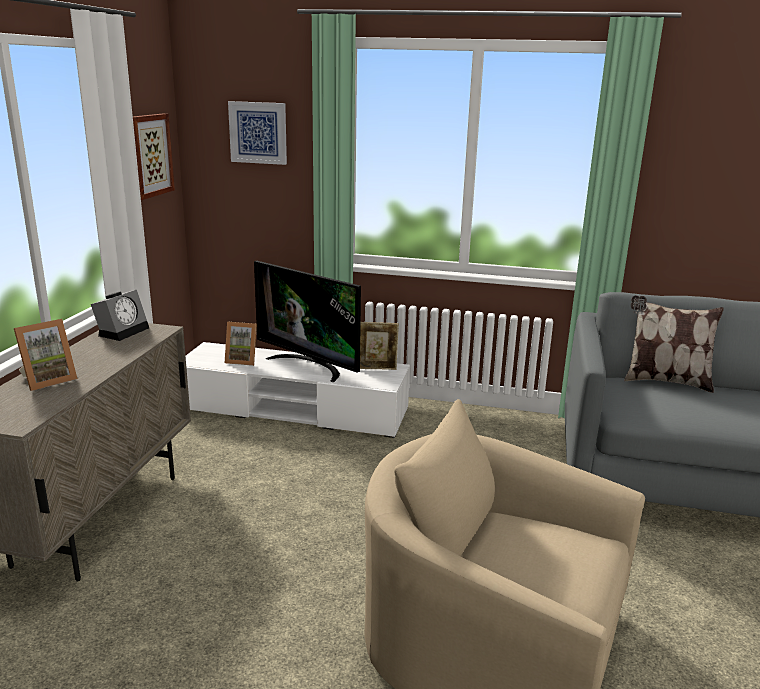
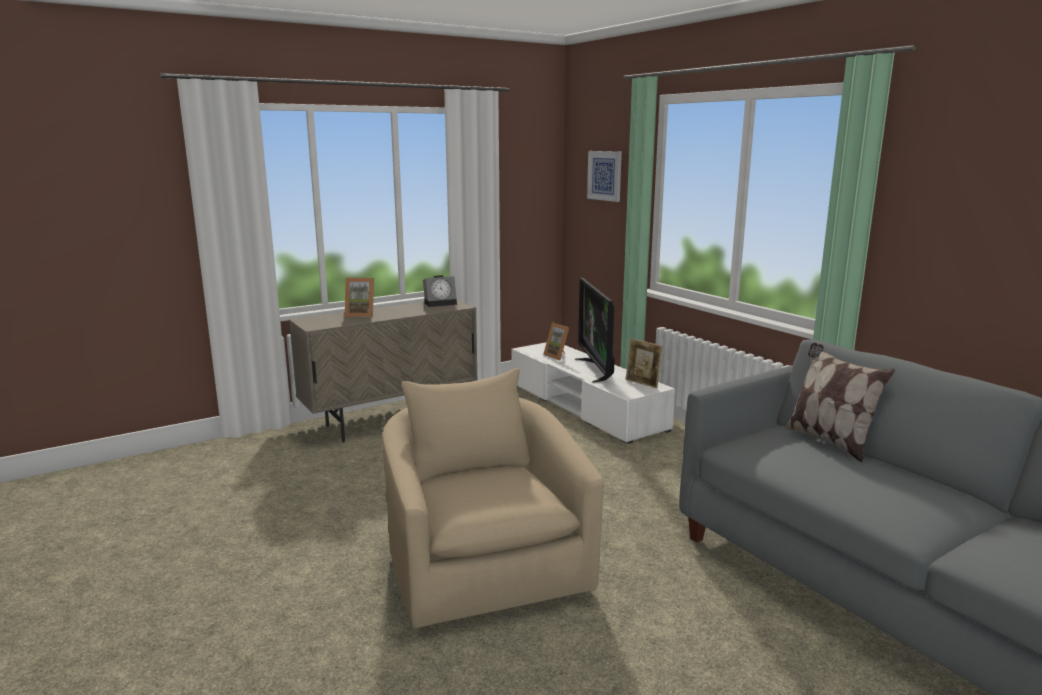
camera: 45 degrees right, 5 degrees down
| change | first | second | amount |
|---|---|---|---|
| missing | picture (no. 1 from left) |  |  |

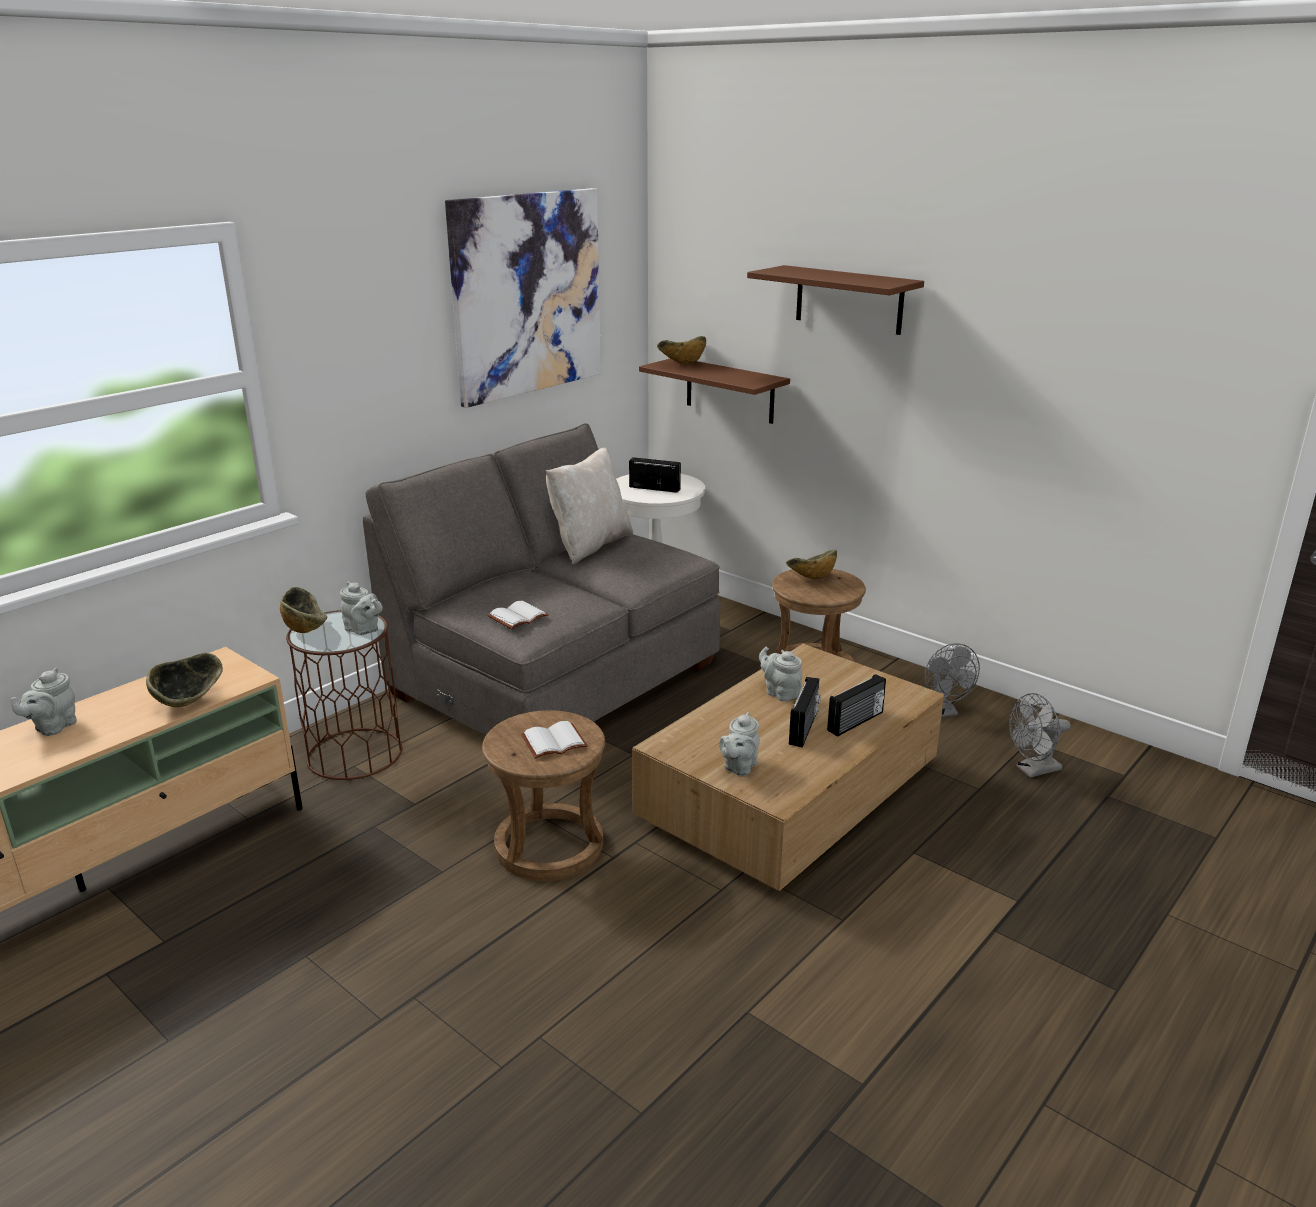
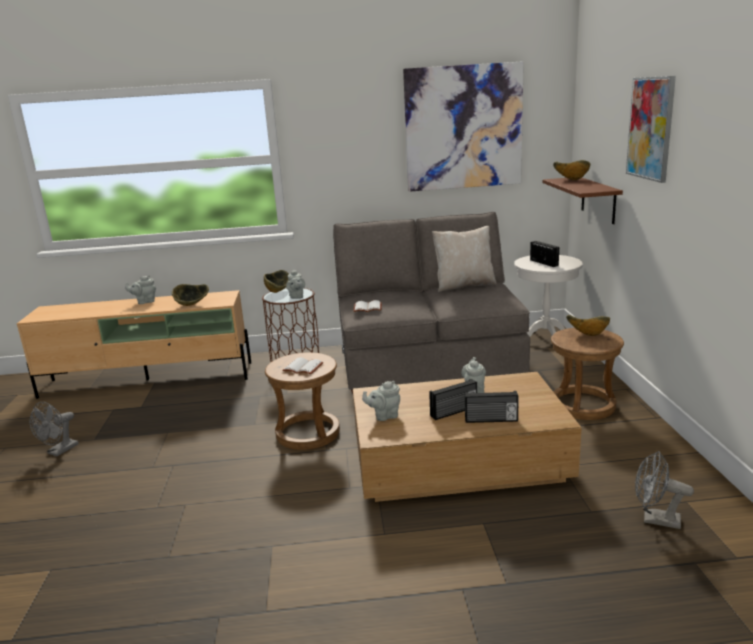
camera: 45 degrees right, 5 degrees down
| change | first | second | amount |
|---|---|---|---|
| relocated | grey fan (no. 1 from left) |  |  |
| exchanged | brown shelf (no. 2 from left) | picture (no. 2 from left) |  |

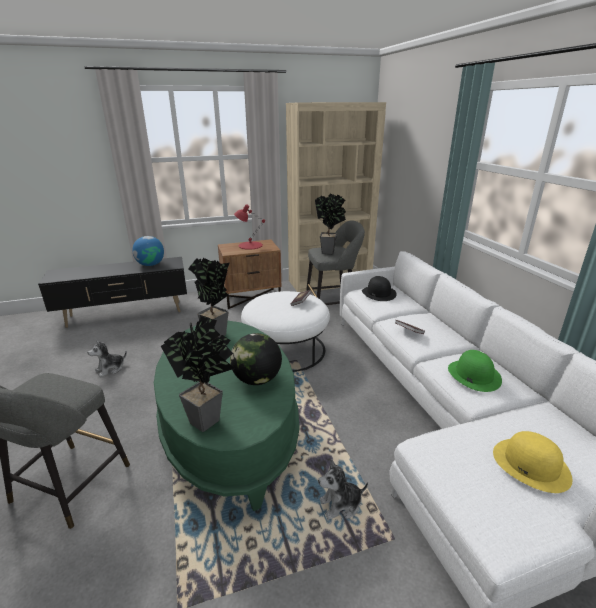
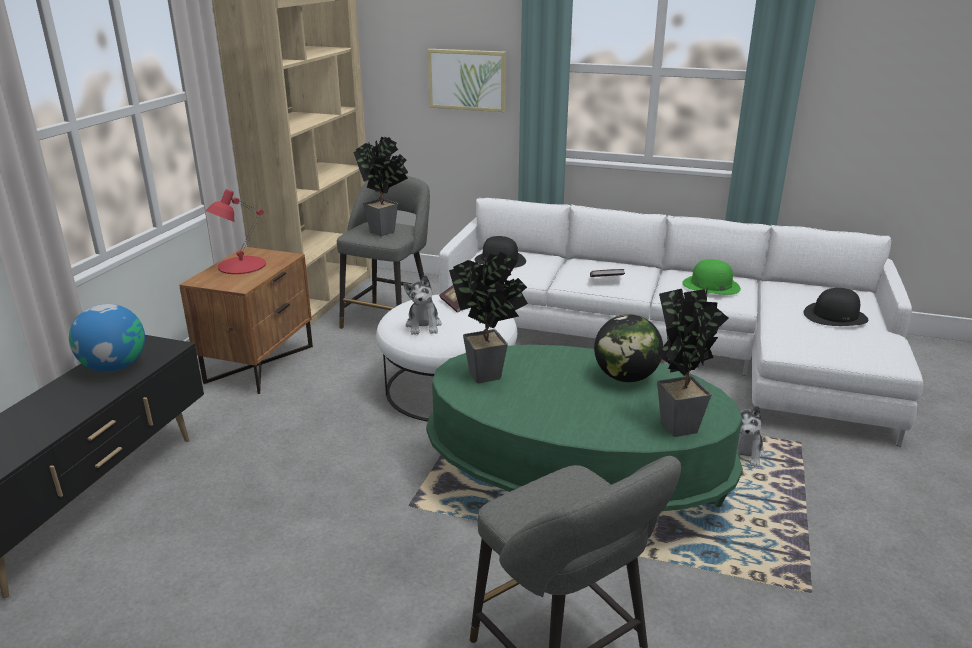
camera: 55 degrees left, 0 degrees up
| change | first | second | amount |
|---|---|---|---|
| relocated | plush toy (no. 1 from left) |  |  |
| appeared |  | picture |  |
| colour | yellow hat | black hat (no. 2 from left) |  |

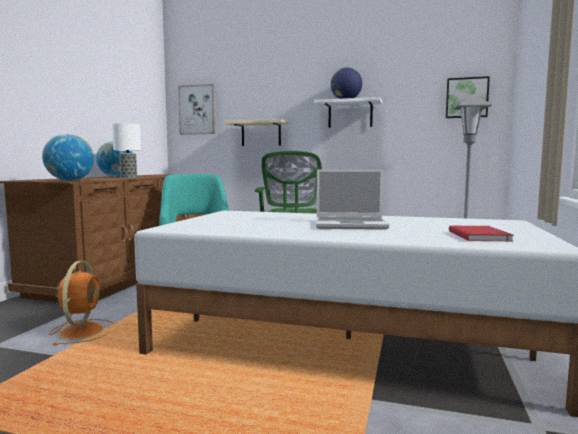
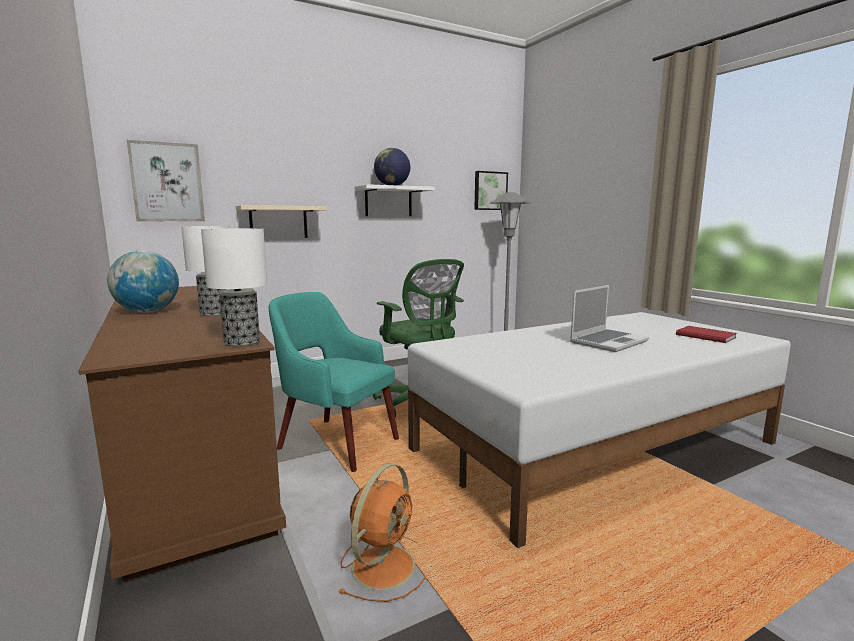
camera: 45 degrees left, 5 degrees up
| change | first | second | amount |
|---|---|---|---|
| exchanged | globe (no. 1 from left) | table lamp (no. 2 from left) |  |
| spun | orange fan |  | 75 degrees clockwise |

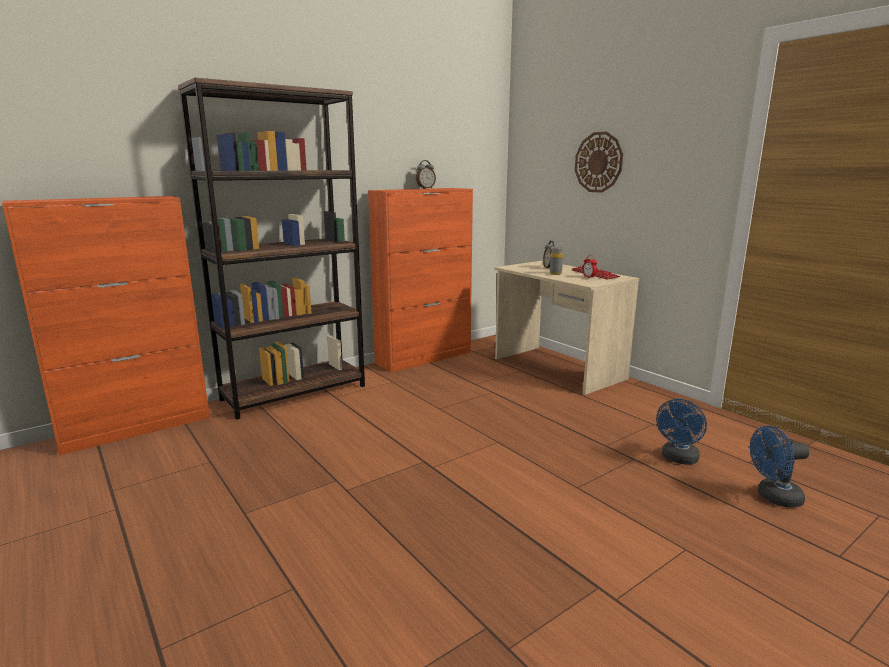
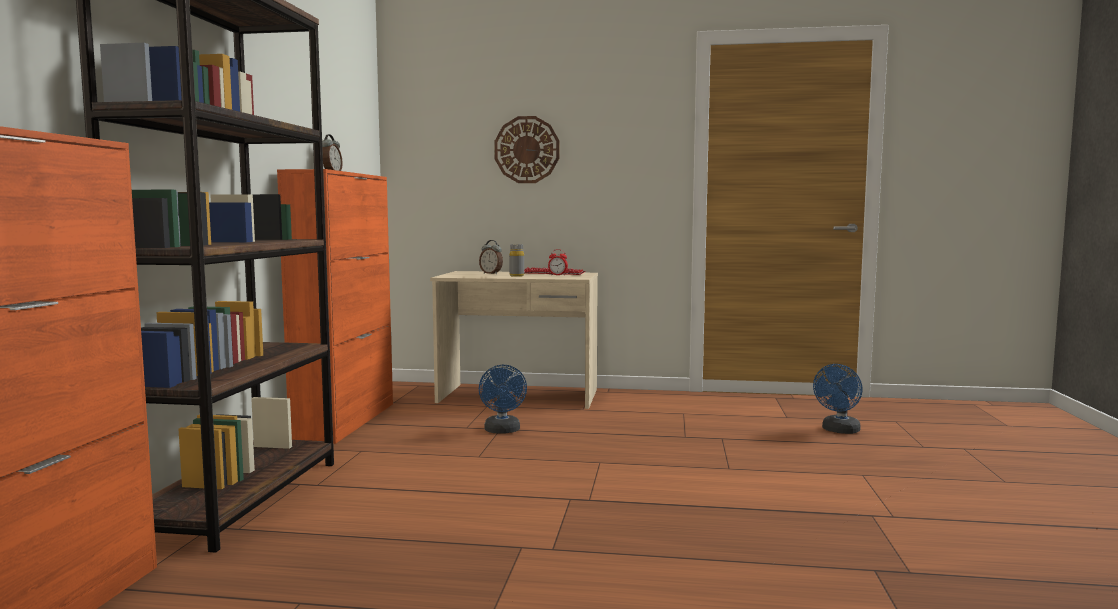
camera: 45 degrees left, 10 degrees down
| change | first | second | amount |
|---|---|---|---|
| relocated | blue fan (no. 1 from left) |  |  |

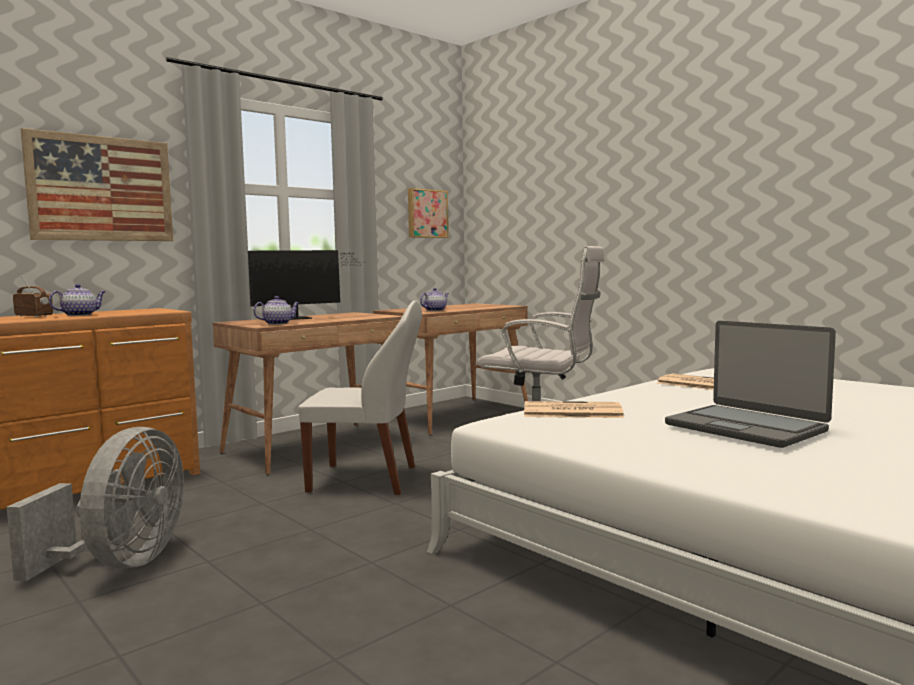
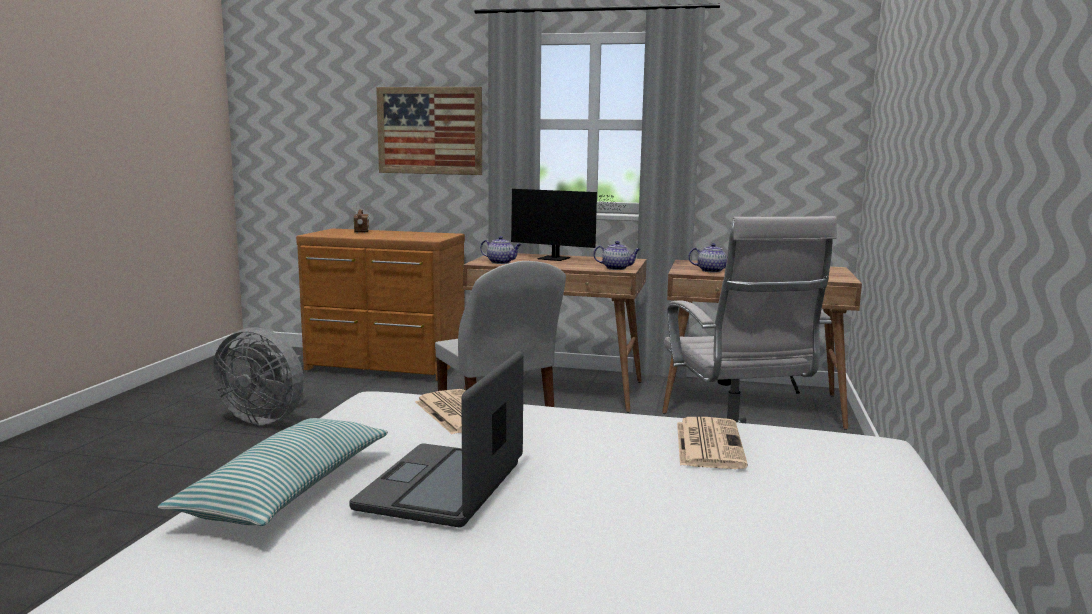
camera: 55 degrees right, 5 degrees up
| change | first | second | amount |
|---|---|---|---|
| appeared |  | pillow |  |
| spun | grey fan |  | 45 degrees clockwise |
| relocated | teapot (no. 1 from left in the first image) | teapot (no. 2 from left) |  |
| missing | picture (no. 2 from left) |  |  |

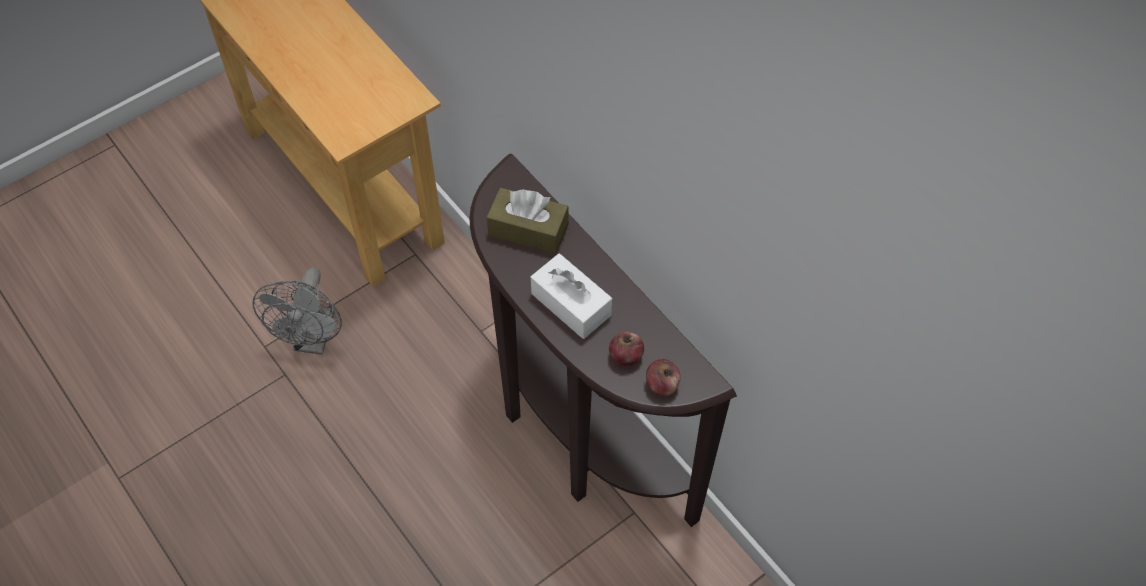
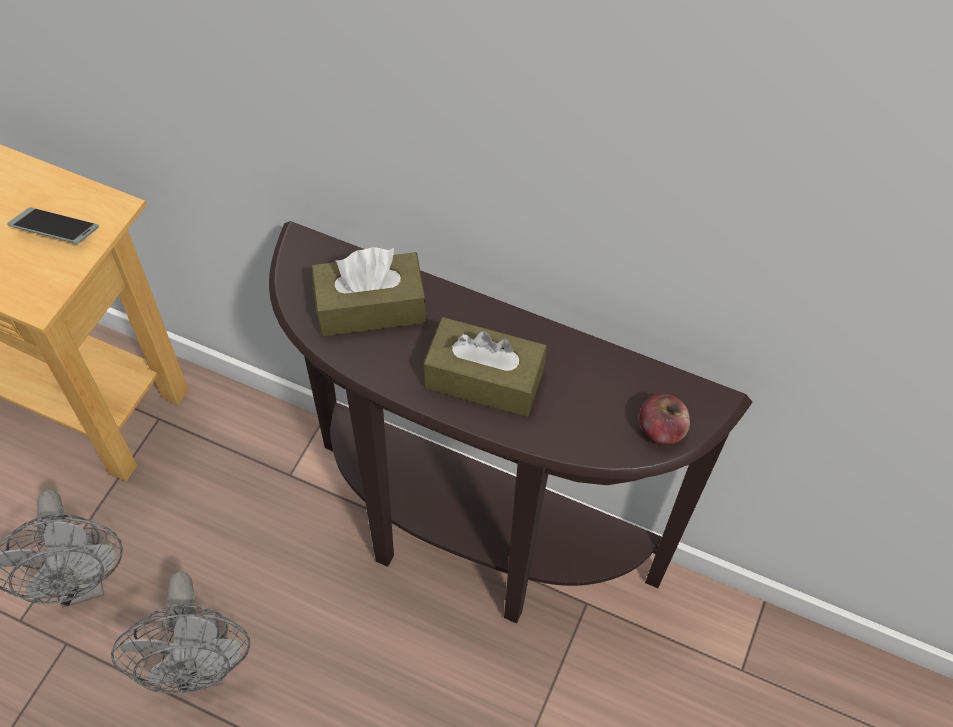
camera: 30 degrees left, 0 degrees up
| change | first | second | amount |
|---|---|---|---|
| appeared |  | phone |  |
| appeared |  | grey fan (no. 2 from left) |  |
| colour | white tissue box | brown tissue box (no. 2 from left) |  |
| missing | apple (no. 1 from left) |  |  |

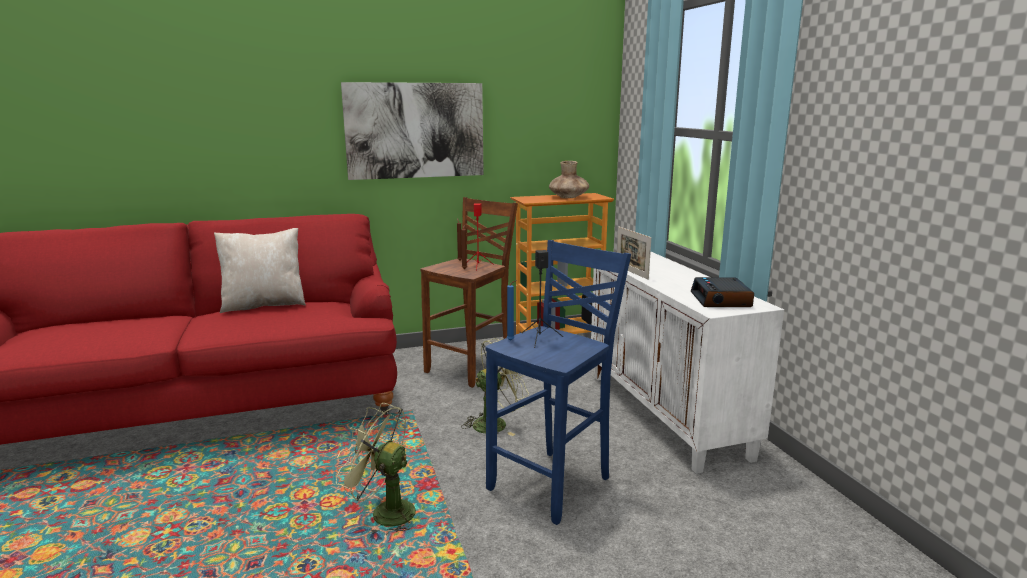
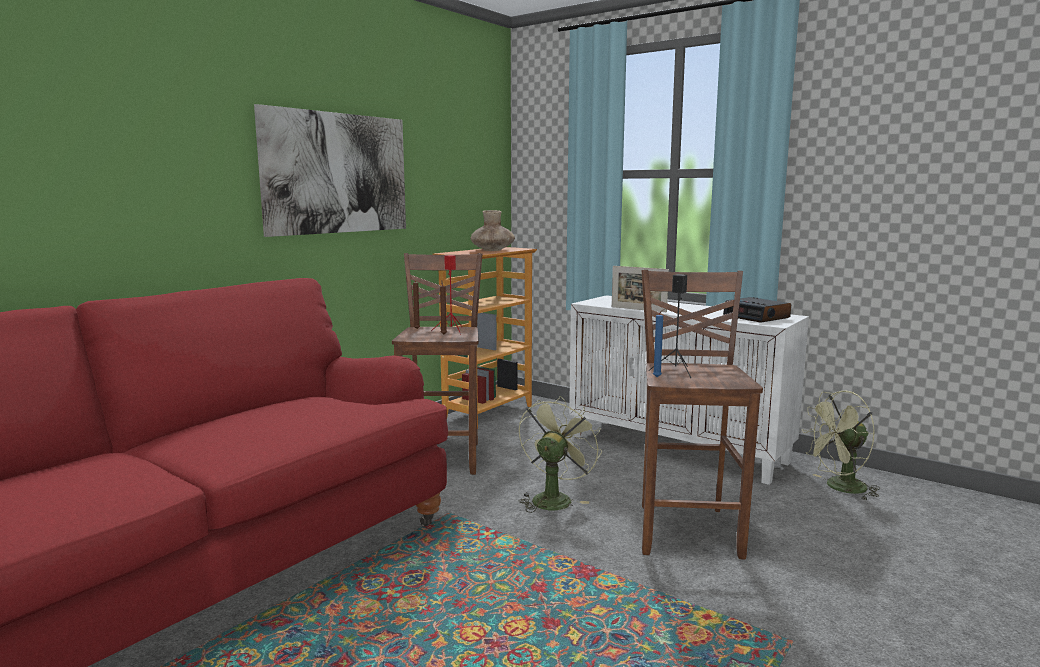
camera: 35 degrees left, 5 degrees down
| change | first | second | amount |
|---|---|---|---|
| colour | blue stool | brown stool (no. 2 from left) |  |
| relocated | green fan (no. 1 from left in the first image) | green fan (no. 2 from left) |  |
| missing | beige pillow |  |  |

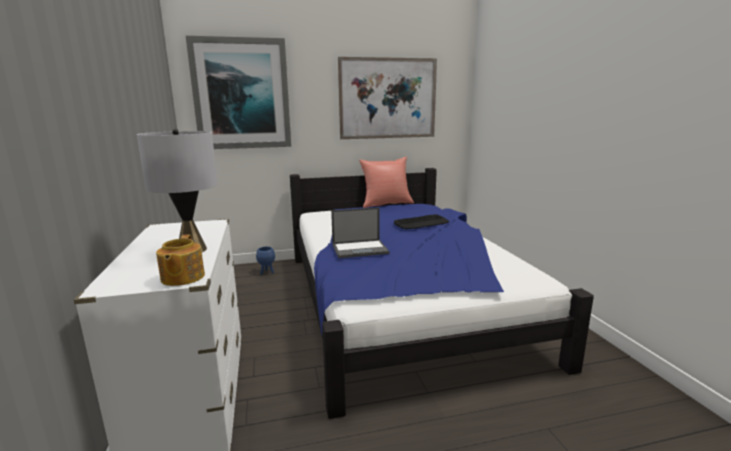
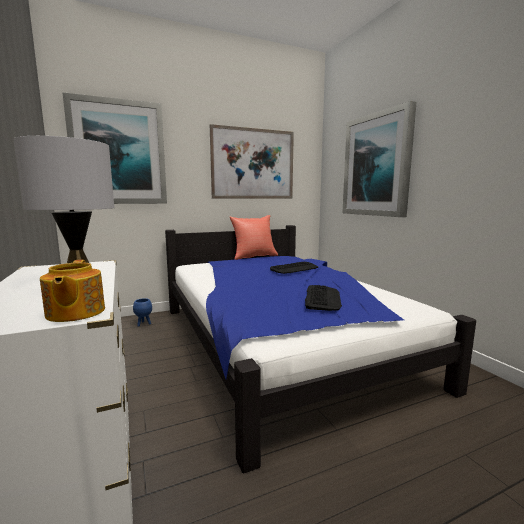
camera: 10 degrees left, 5 degrees down
| change | first | second | amount |
|---|---|---|---|
| appeared |  | keyboard (no. 2 from left) |  |
| appeared |  | picture (no. 3 from left) |  |
| missing | laptop |  |  |

